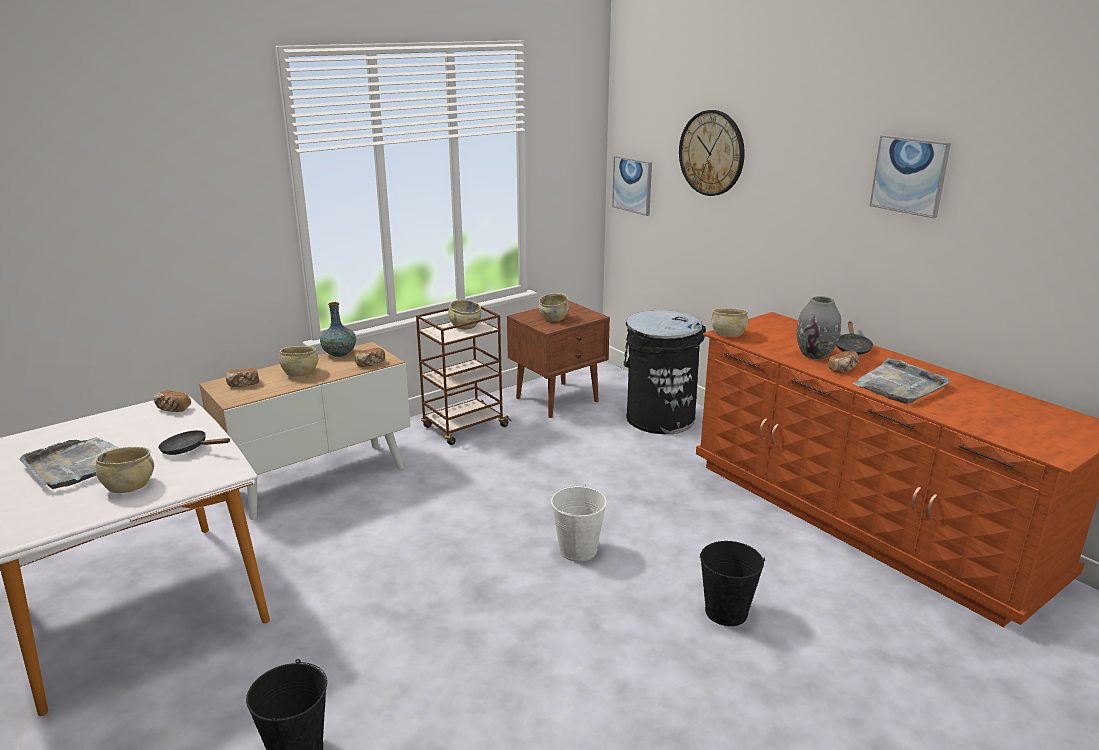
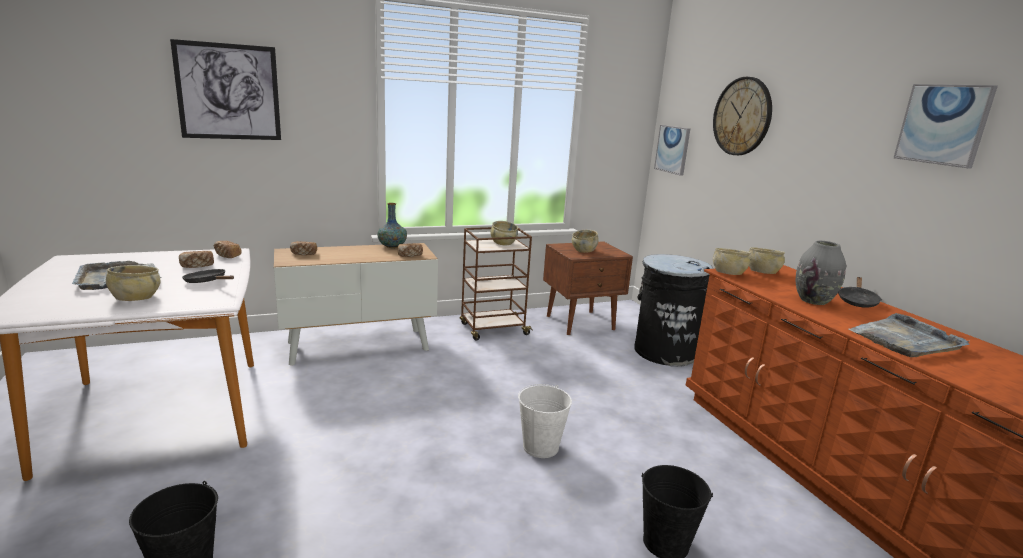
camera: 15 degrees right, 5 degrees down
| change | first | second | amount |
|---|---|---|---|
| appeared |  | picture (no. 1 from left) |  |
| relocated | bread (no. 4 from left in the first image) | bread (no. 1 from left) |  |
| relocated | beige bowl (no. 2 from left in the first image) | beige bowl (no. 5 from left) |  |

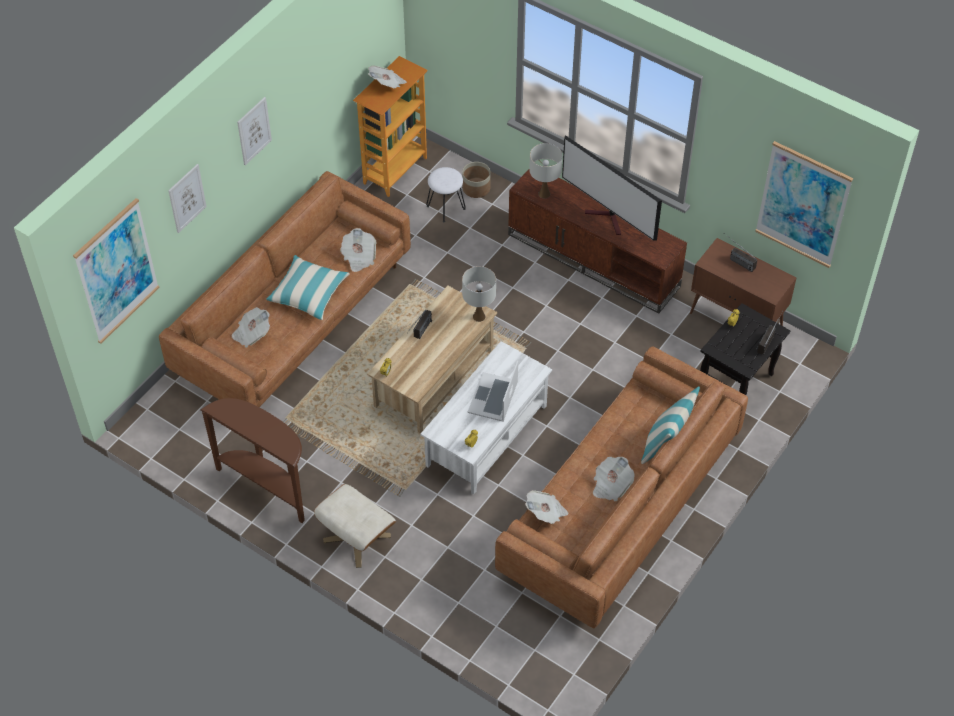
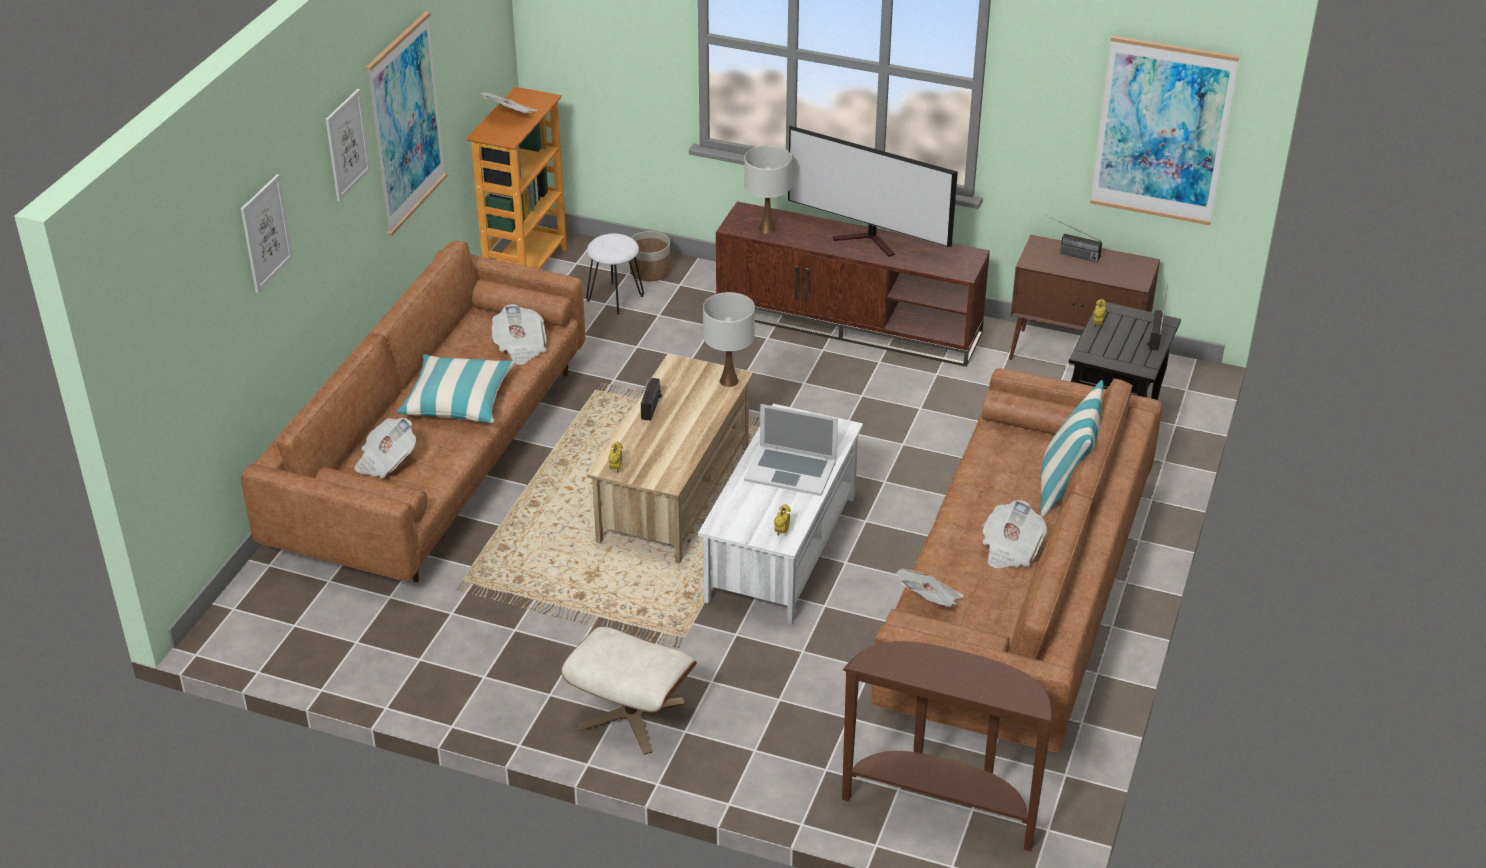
camera: 15 degrees left, 15 degrees down
| change | first | second | amount |
|---|---|---|---|
| relocated | picture (no. 1 from left in the first image) | picture (no. 3 from left) |  |
| spun | laptop |  | 75 degrees counterclockwise |
| relocated | brown console table |  |  |

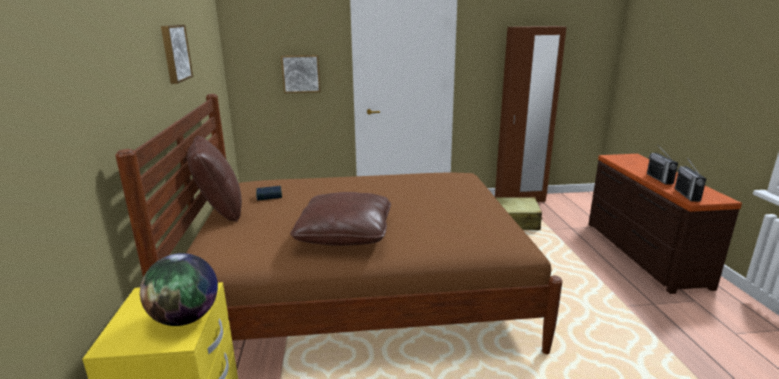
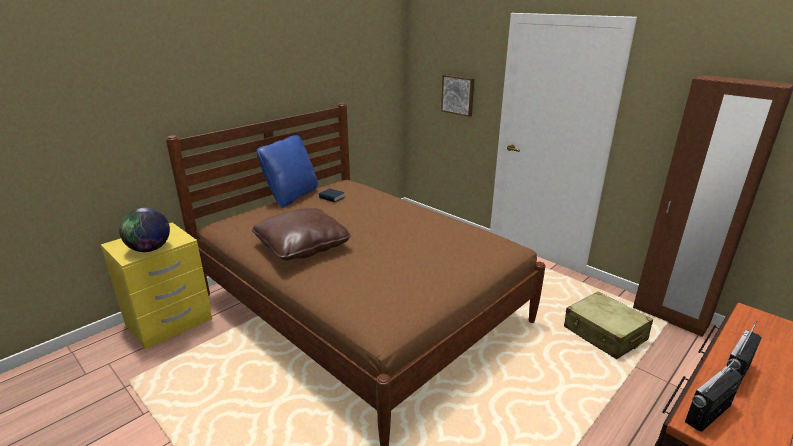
camera: 50 degrees right, 5 degrees up
| change | first | second | amount |
|---|---|---|---|
| colour | brown pillow (no. 1 from left) | blue pillow |  |
| missing | picture (no. 1 from left) |  |  |

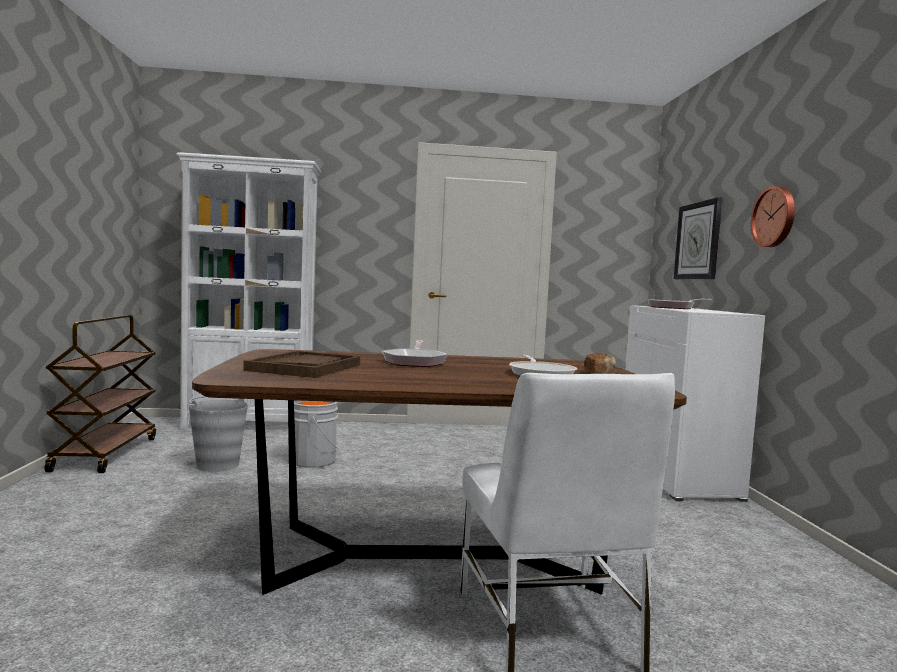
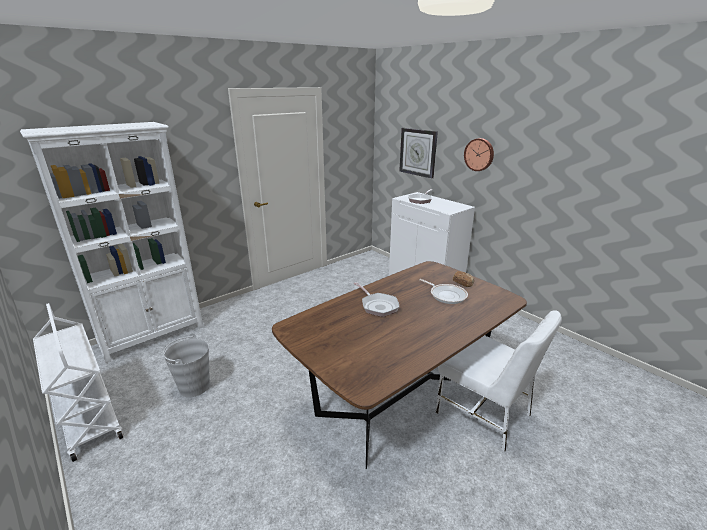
camera: 35 degrees left, 20 degrees up
| change | first | second | amount |
|---|---|---|---|
| colour | brown cart | white cart |  |
| missing | brown tray |  |  |
| missing | grey bucket (no. 2 from left) |  |  |

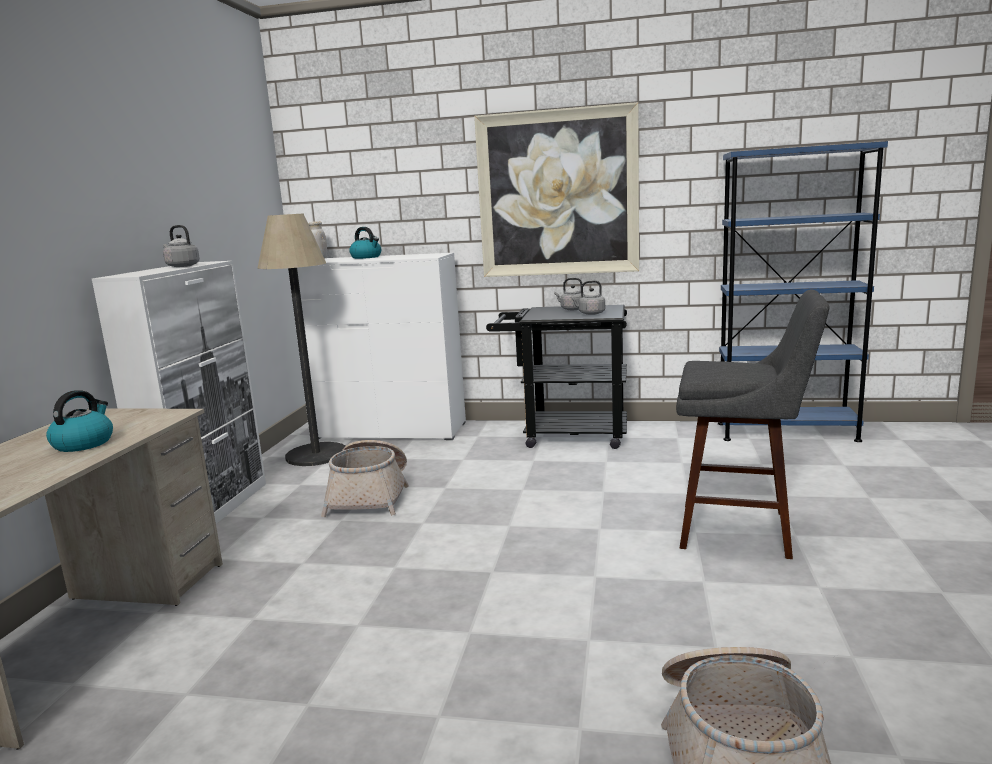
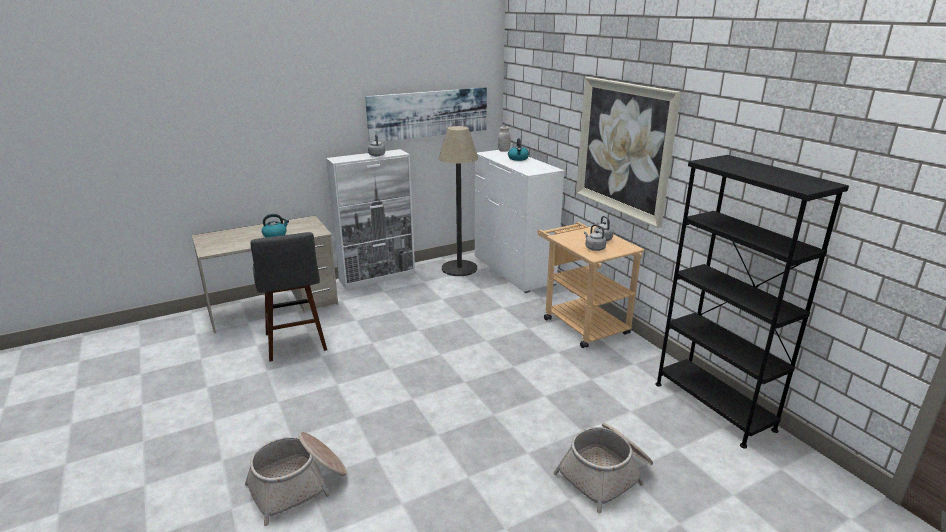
camera: 50 degrees right, 10 degrees up
| change | first | second | amount |
|---|---|---|---|
| relocated | grey stool |  |  |
| appeared |  | picture (no. 1 from left) |  |
| colour | black cart | beige cart |  |
| relocated | basket (no. 1 from left in the first image) | basket (no. 2 from left) |  |
| colour | blue bookcase | black bookcase |  |

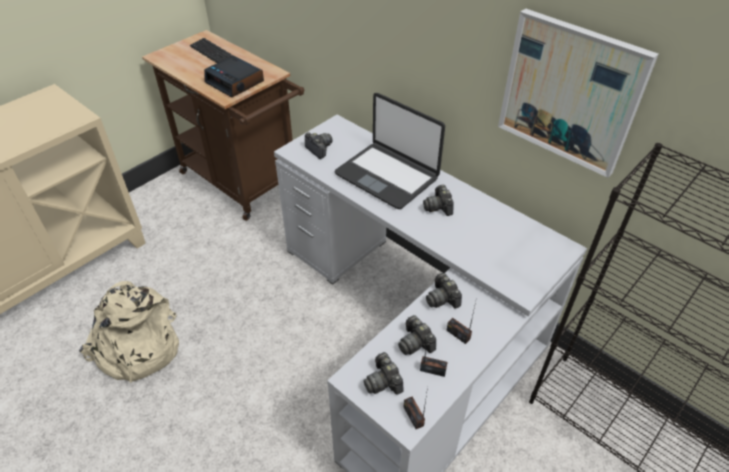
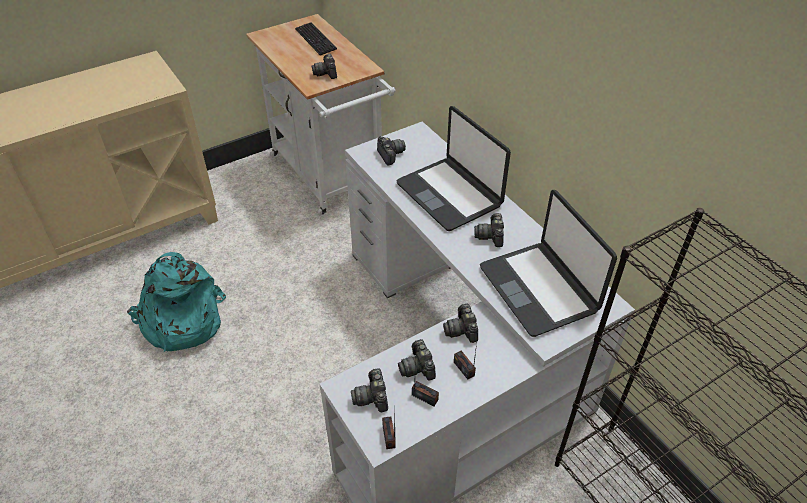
camera: 15 degrees right, 0 degrees up
| change | first | second | amount |
|---|---|---|---|
| colour | beige backpack | turquoise backpack |  |
| colour | brown cart | white cart |  |
| exchanged | alarm clock | photo camera (no. 1 from left) |  |
| appeared |  | laptop (no. 2 from left) |  |
| missing | picture |  |  |

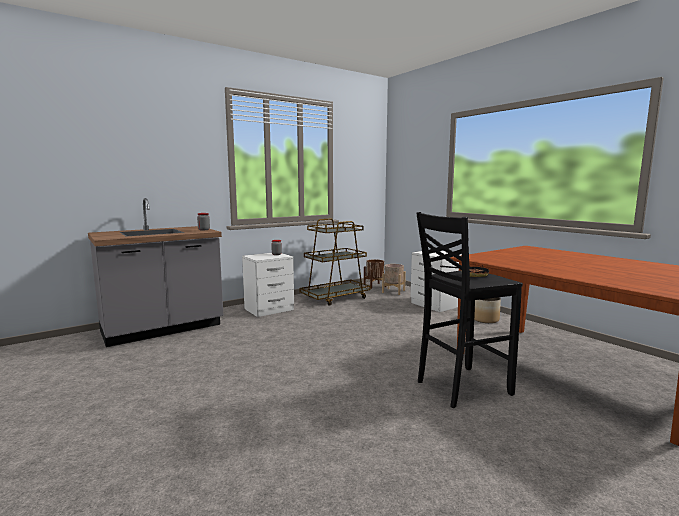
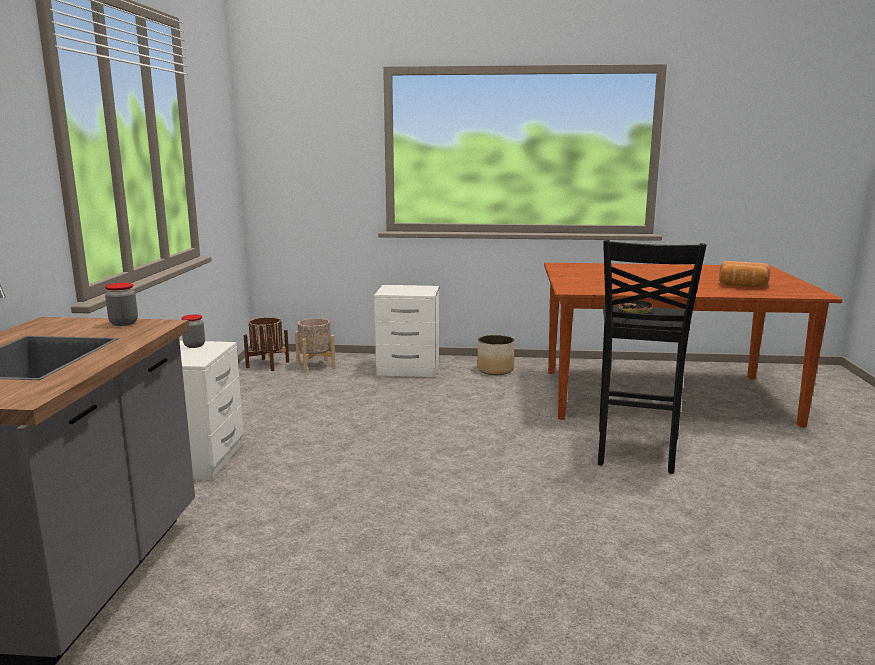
camera: 50 degrees left, 5 degrees up
| change | first | second | amount |
|---|---|---|---|
| appeared |  | bread |  |
| missing | brown cart |  |  |

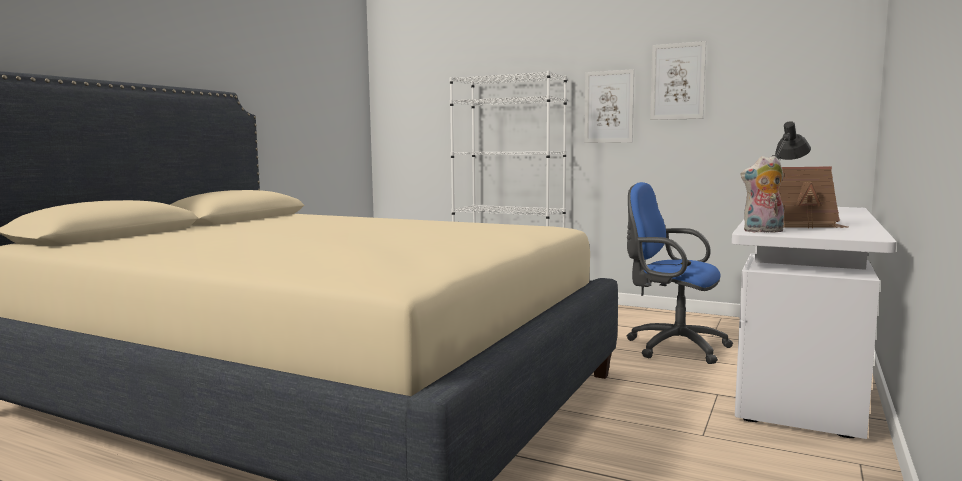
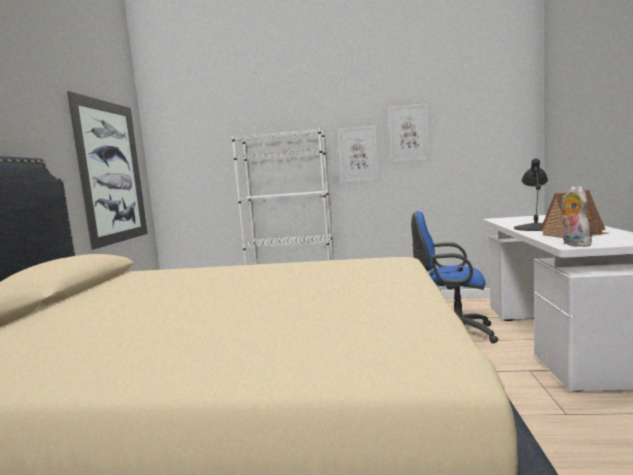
camera: 20 degrees left, 0 degrees up
| change | first | second | amount |
|---|---|---|---|
| appeared |  | picture (no. 1 from left) |  |
| spun | plush toy |  | 105 degrees clockwise |

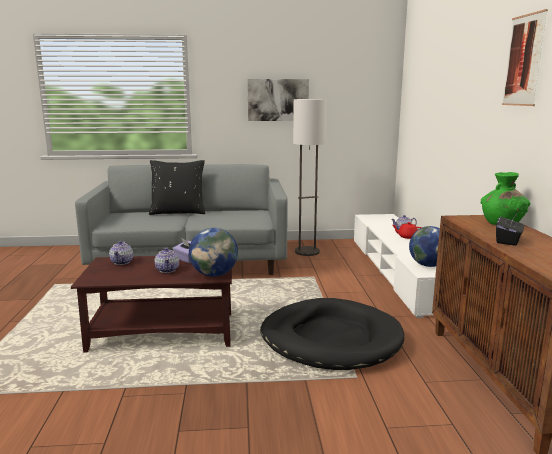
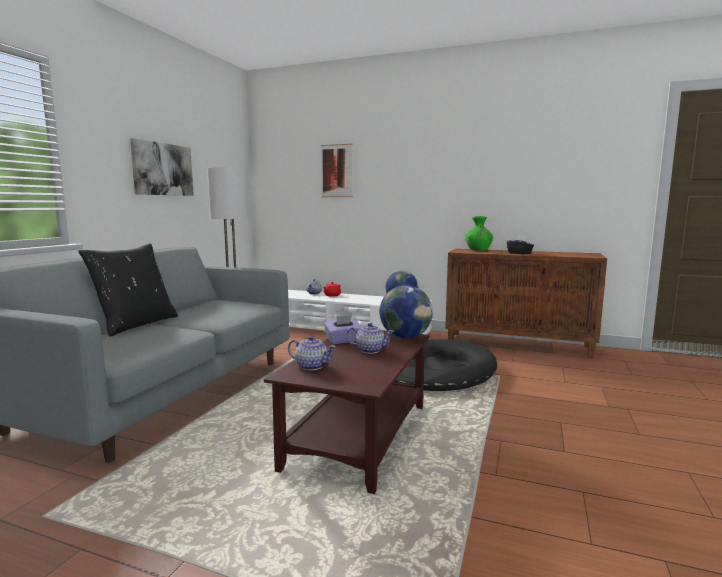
camera: 65 degrees left, 5 degrees down
| change | first | second | amount |
|---|---|---|---|
| relocated | picture (no. 2 from left) |  |  |

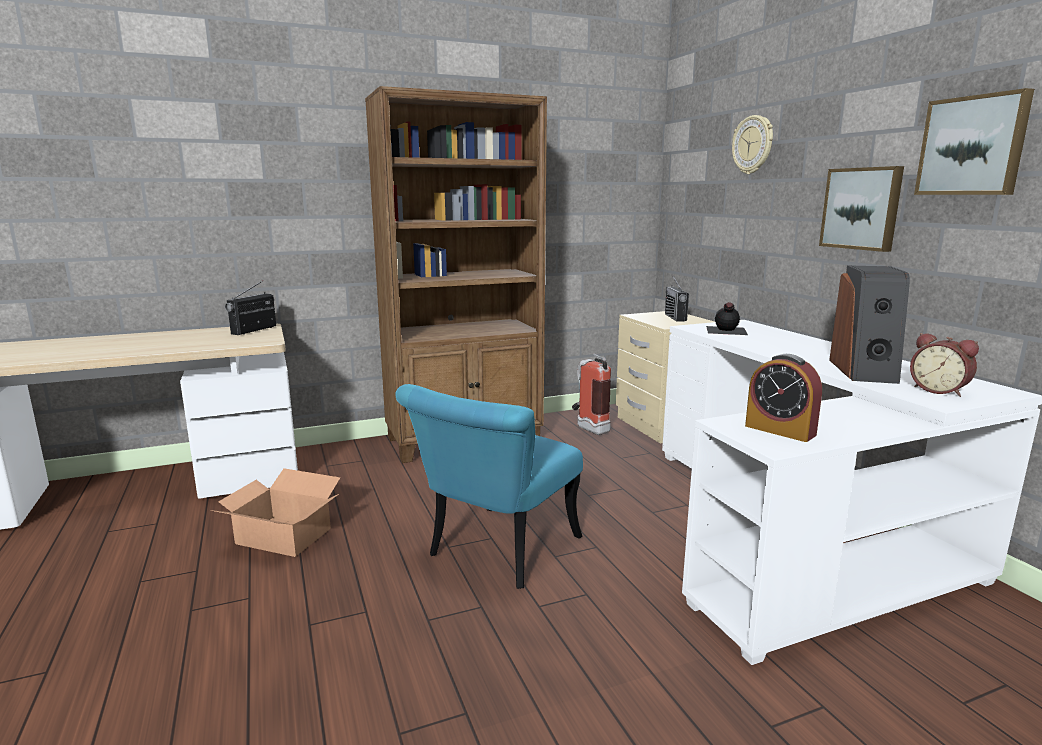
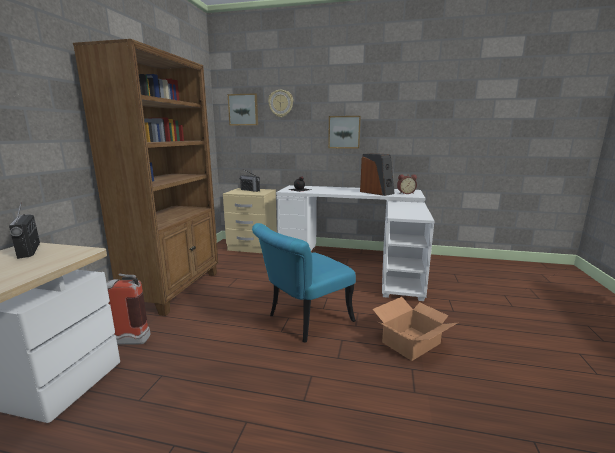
camera: 55 degrees left, 0 degrees up
| change | first | second | amount |
|---|---|---|---|
| relocated | fire extinguisher |  |  |
| relocated | picture (no. 2 from left in the first image) | picture (no. 1 from left) |  |
| spun | turquoise chair |  | 75 degrees clockwise |
| relocated | cardboard box |  |  |
| missing | alarm clock (no. 1 from left) |  |  |

